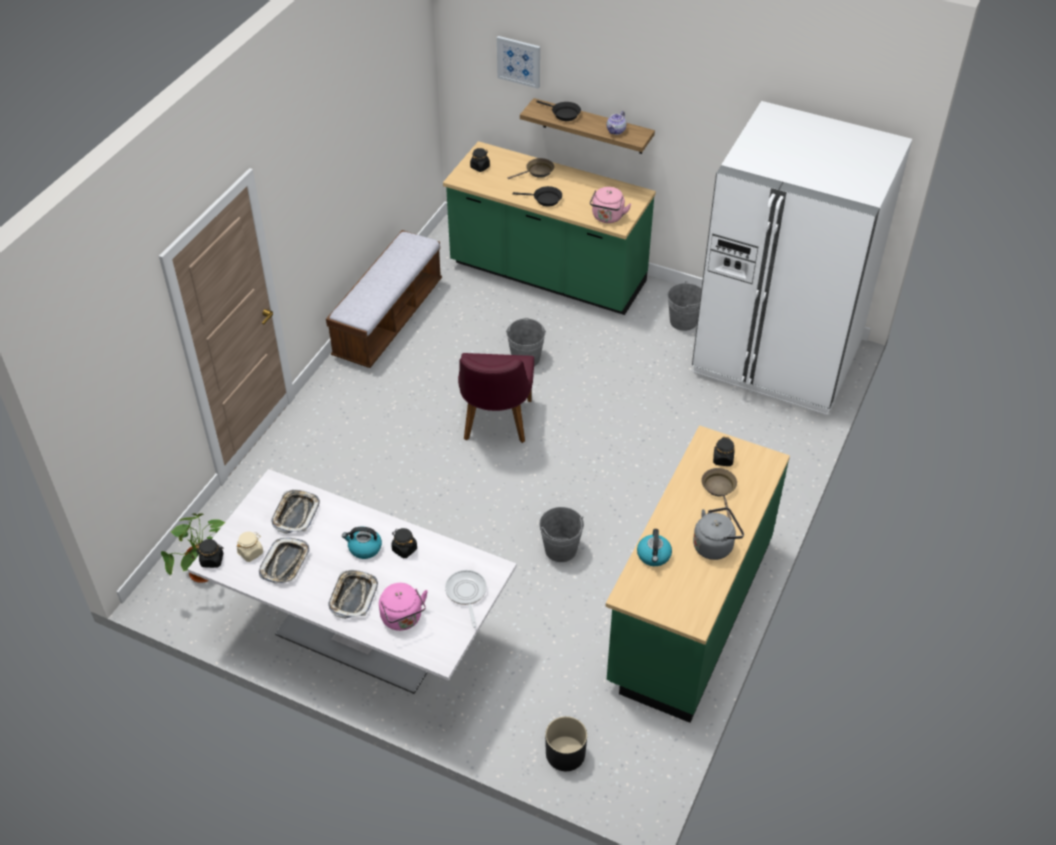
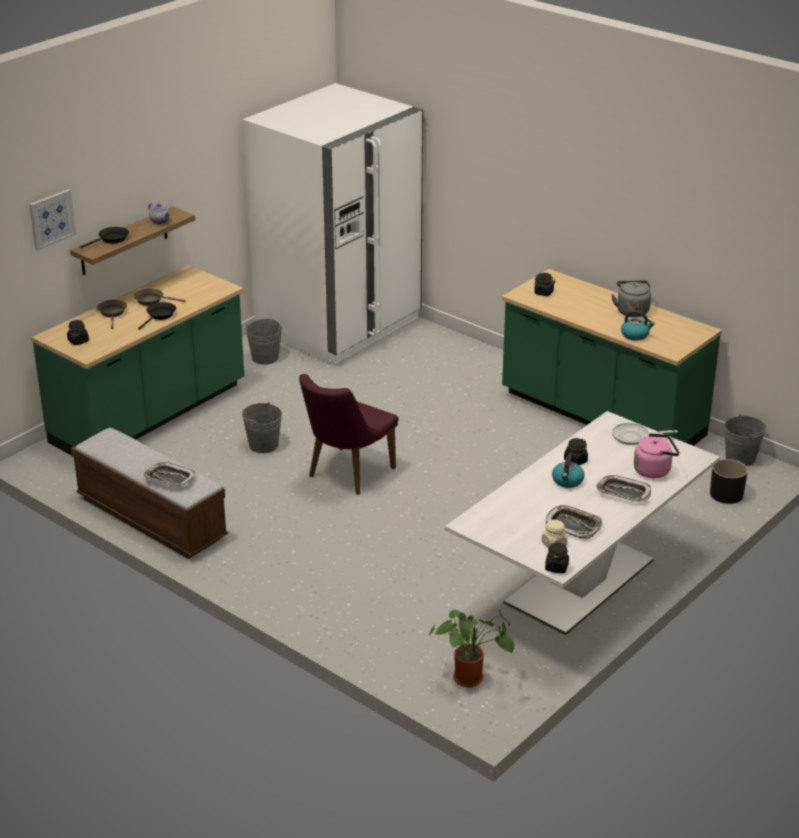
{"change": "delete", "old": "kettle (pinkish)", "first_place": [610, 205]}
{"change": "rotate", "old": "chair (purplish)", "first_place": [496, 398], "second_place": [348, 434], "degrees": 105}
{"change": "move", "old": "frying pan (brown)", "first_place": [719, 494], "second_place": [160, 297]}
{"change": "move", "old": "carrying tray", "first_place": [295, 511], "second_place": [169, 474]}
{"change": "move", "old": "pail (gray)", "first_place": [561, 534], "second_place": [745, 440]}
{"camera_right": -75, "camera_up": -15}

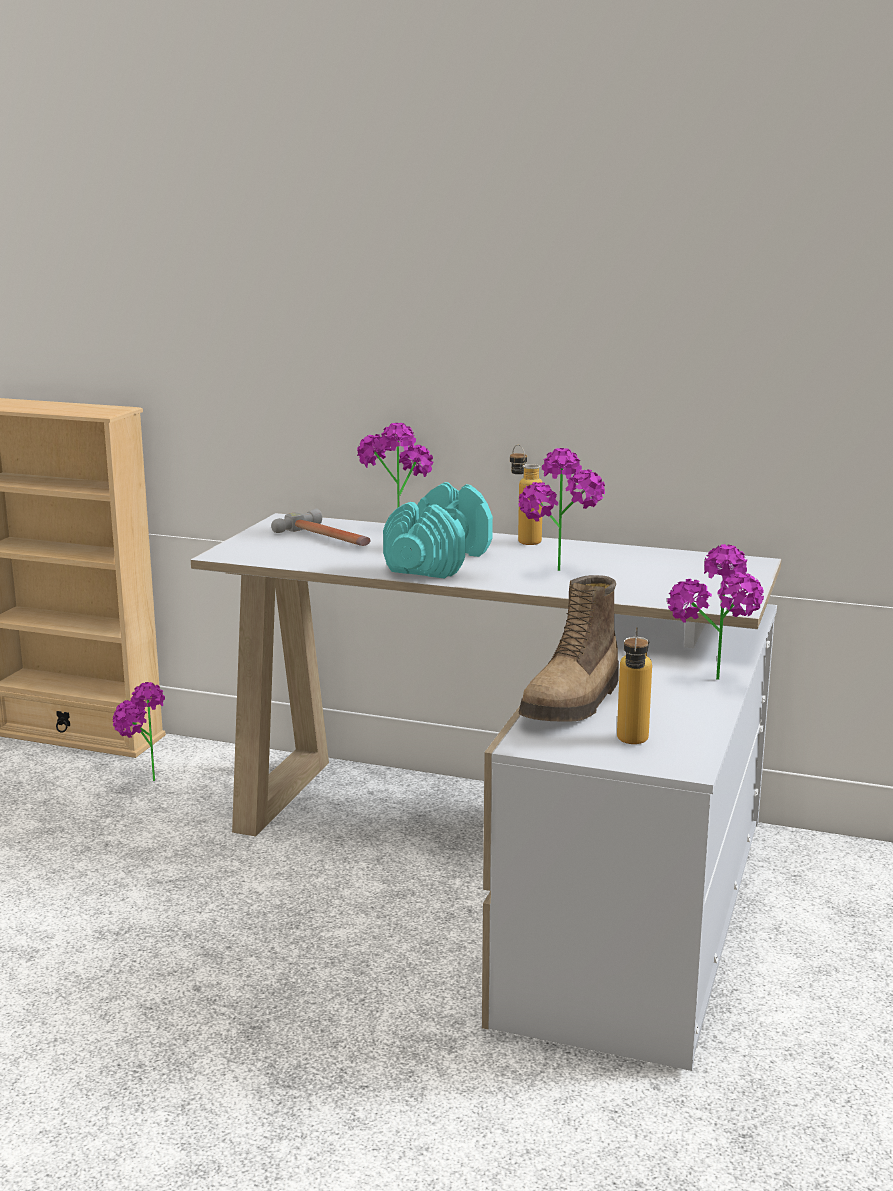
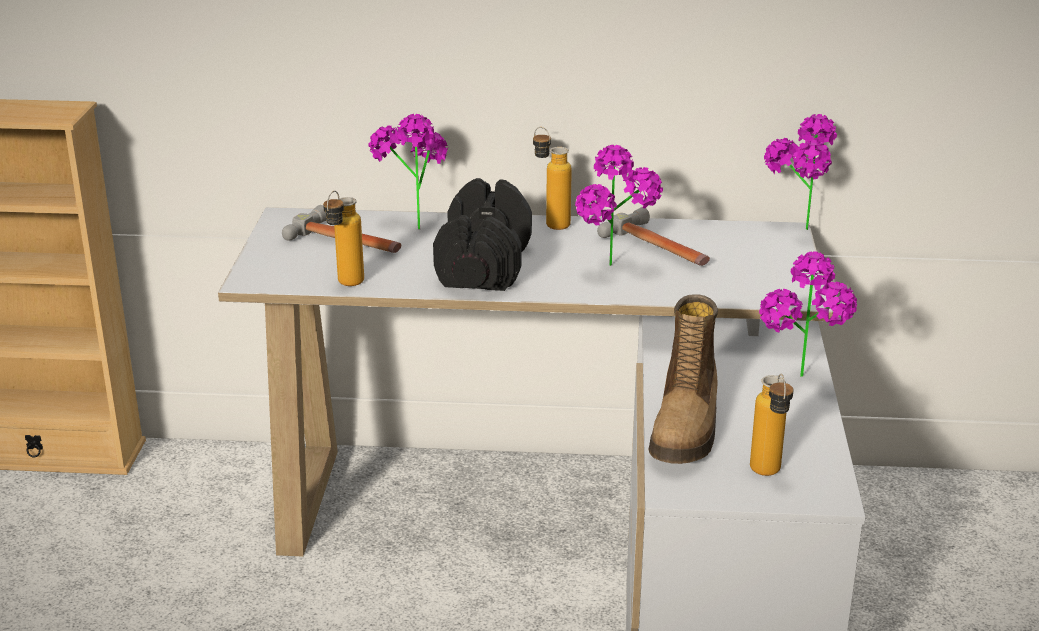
{"change": "recolor", "old": "free weight (turquoise-coloured)", "new": "free weight (black-coloured)", "first_place": [438, 530], "second_place": [482, 234]}
{"change": "move", "old": "houseplant", "first_place": [138, 731], "second_place": [800, 172]}
{"change": "insert", "new": "bottle", "second_place": [343, 238]}
{"change": "insert", "new": "hammer", "second_place": [653, 236]}
{"camera_right": -15, "camera_up": 10}

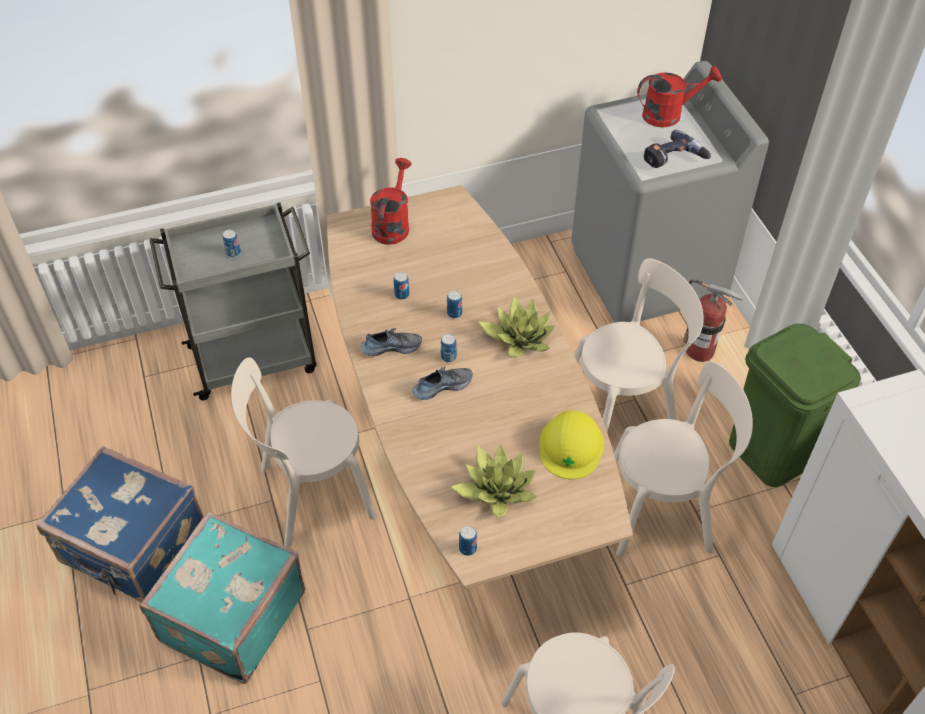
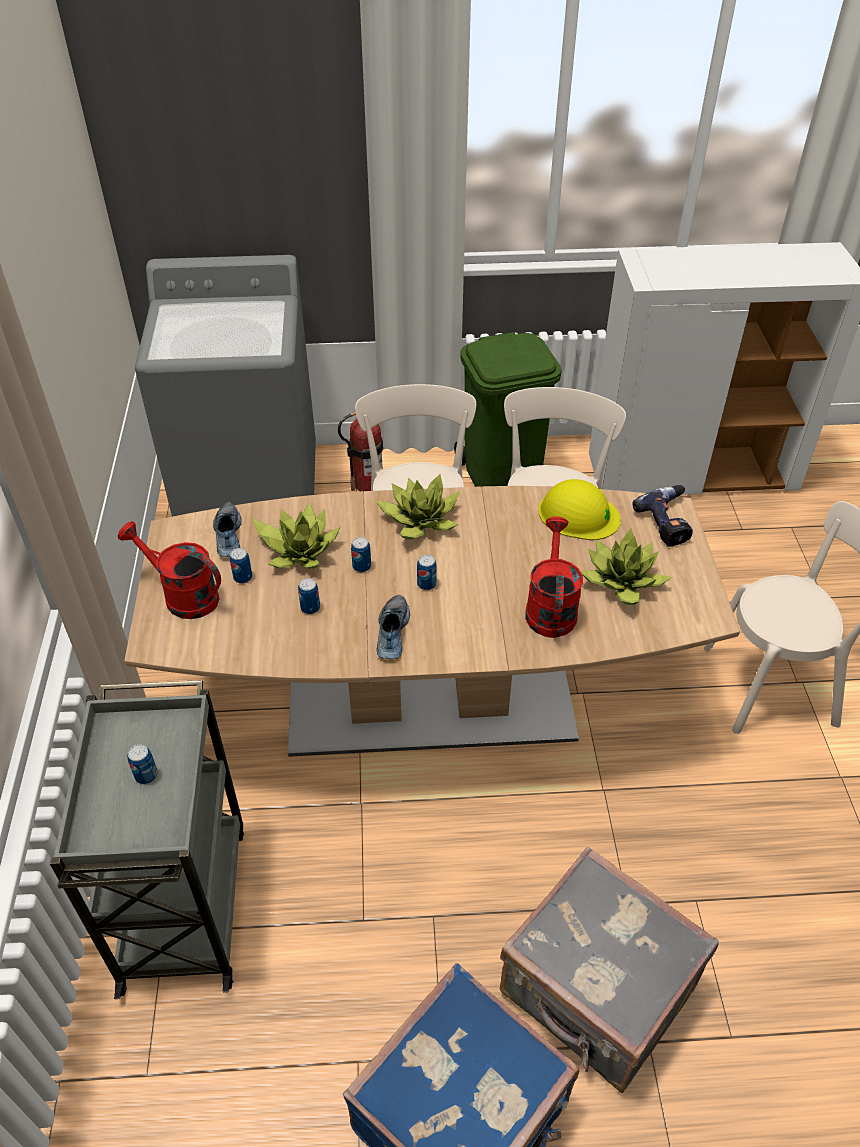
{"change": "move", "old": "watering pot (reddish)", "first_place": [679, 96], "second_place": [554, 577]}
{"change": "move", "old": "drill", "first_place": [677, 149], "second_place": [662, 516]}
{"change": "delete", "old": "chair (sand-coloured)", "first_place": [304, 452]}
{"change": "move", "old": "item of footwear", "first_place": [442, 383], "second_place": [227, 529]}
{"change": "recolor", "old": "piece of luggage (turquoise-coloured)", "new": "piece of luggage (gray)", "first_place": [222, 598], "second_place": [609, 969]}
{"change": "move", "old": "sealed can", "first_place": [468, 541], "second_place": [241, 566]}
{"change": "insert", "new": "houseplant", "second_place": [296, 535]}
{"camera_right": -75, "camera_up": -5}

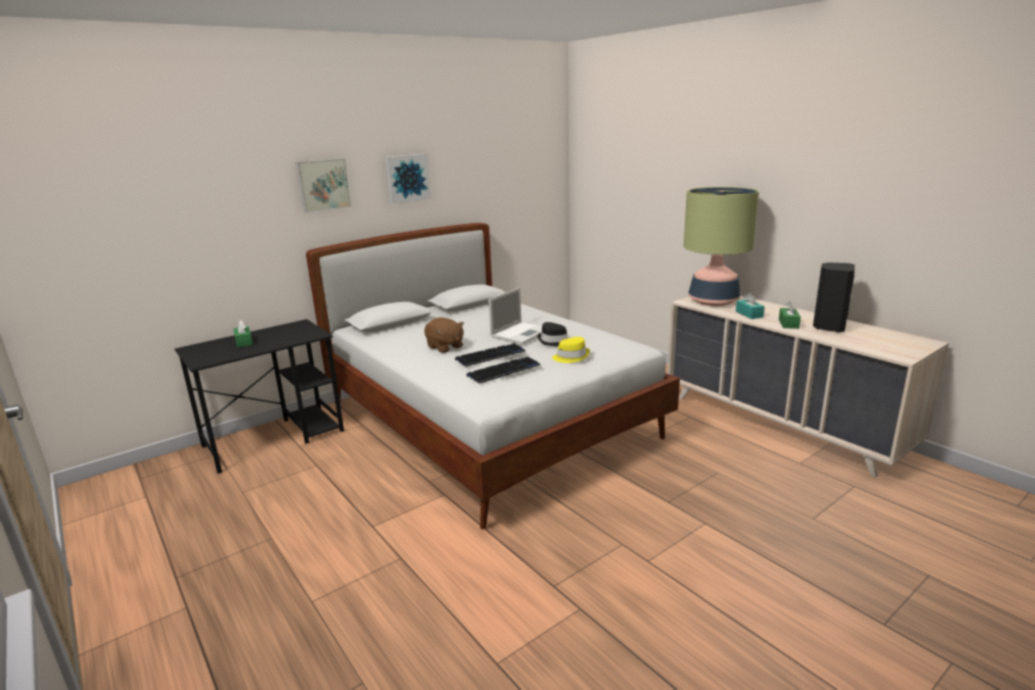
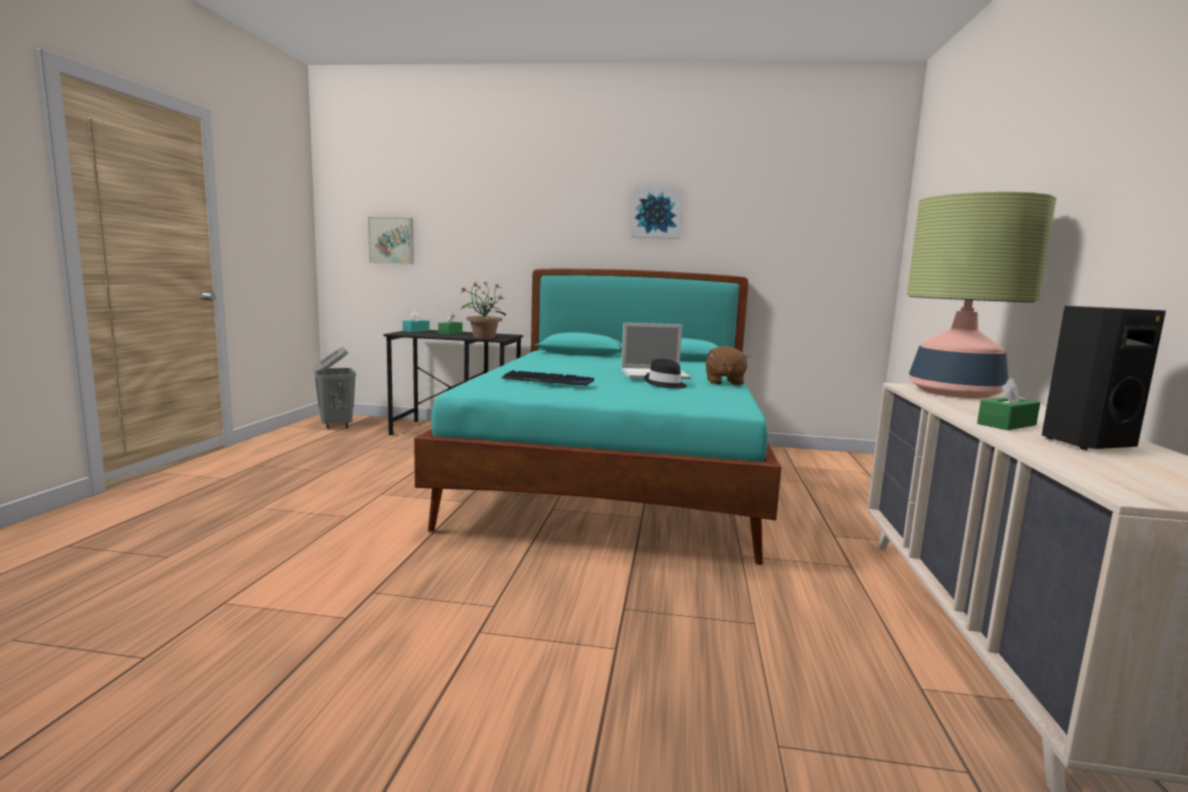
{"change": "move", "old": "wall art", "first_place": [323, 185], "second_place": [391, 240]}
{"change": "recolor", "old": "sleeping bed (whitish)", "new": "sleeping bed (turquoise-coloured)", "first_place": [493, 376], "second_place": [597, 417]}
{"change": "move", "old": "tissue holder (turquoise-coloured)", "first_place": [750, 306], "second_place": [416, 321]}
{"change": "move", "old": "plush toy (brown)", "first_place": [444, 335], "second_place": [728, 366]}
{"change": "delete", "old": "wearable hat (yellow-coloured)", "first_place": [571, 350]}
{"change": "delete", "old": "computer keyboard", "first_place": [490, 355]}
{"change": "insert", "new": "houseplant", "second_place": [483, 310]}
{"change": "insert", "new": "hamper (gray)", "second_place": [335, 388]}
{"camera_right": 45, "camera_up": -10}

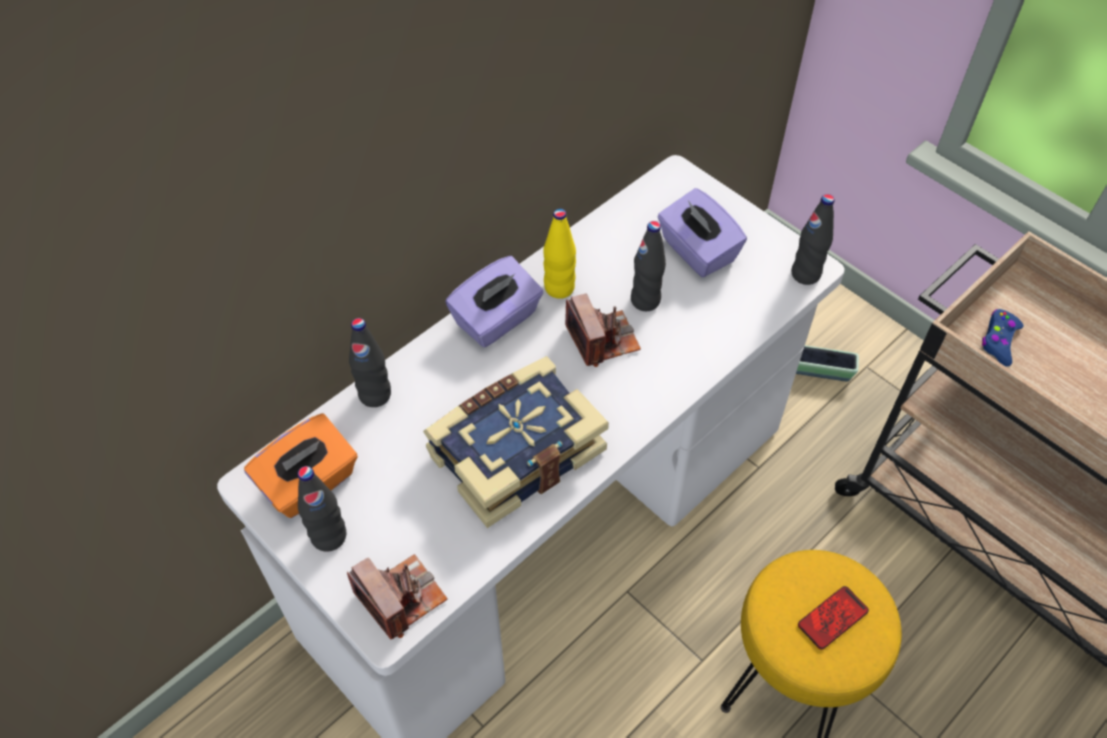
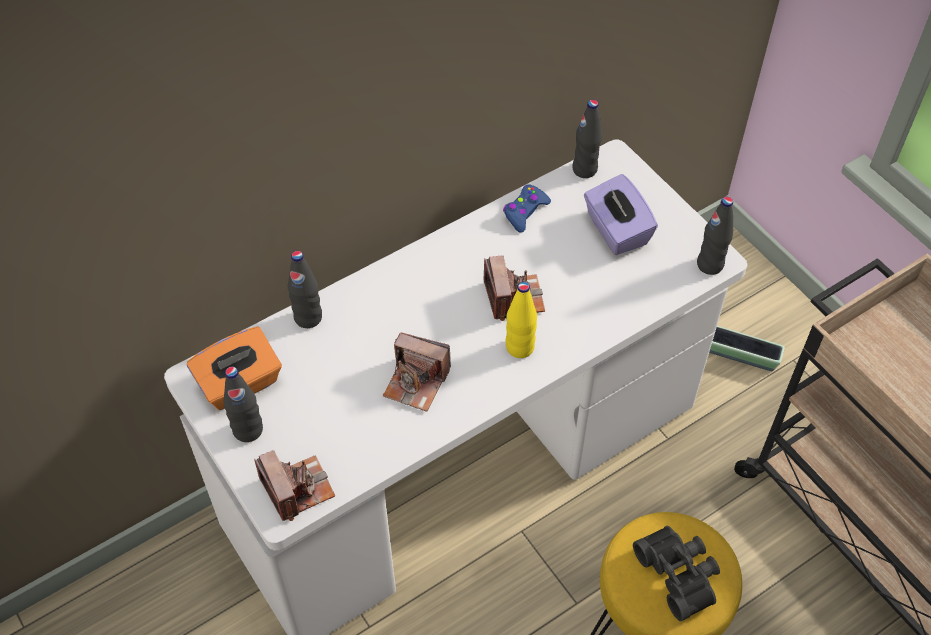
{"change": "move", "old": "bottle (yellow-coloured)", "first_place": [559, 254], "second_place": [521, 320]}
{"change": "move", "old": "bottle (black-coloured)", "first_place": [648, 266], "second_place": [587, 139]}
{"change": "delete", "old": "tissue holder (purplish)", "first_place": [494, 301]}
{"change": "move", "old": "gamepad (blue-coloured)", "first_place": [1002, 338], "second_place": [527, 208]}
{"change": "replace", "old": "book", "new": "photo camera", "first_place": [516, 442], "second_place": [417, 372]}
{"change": "replace", "old": "handset", "new": "field glasses (black-coloured)", "first_place": [833, 618], "second_place": [676, 573]}
{"camera_right": 10, "camera_up": 0}

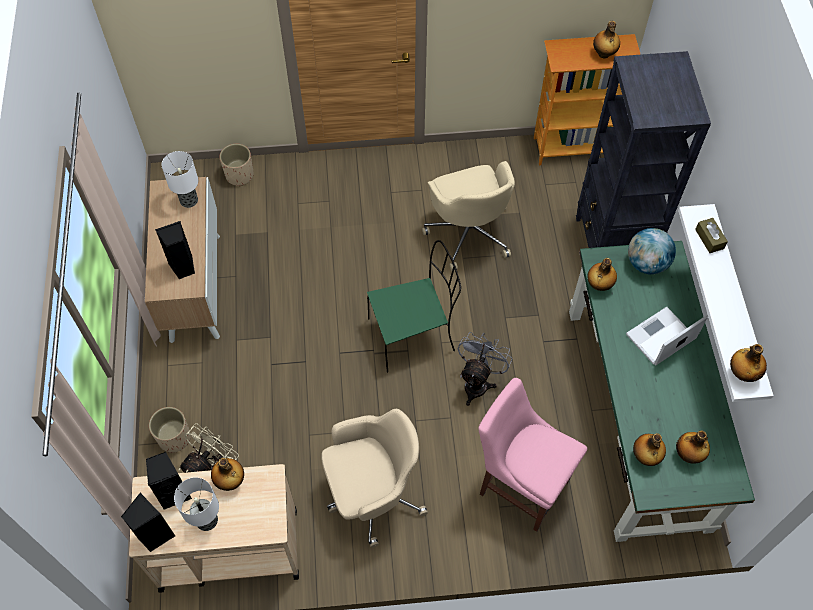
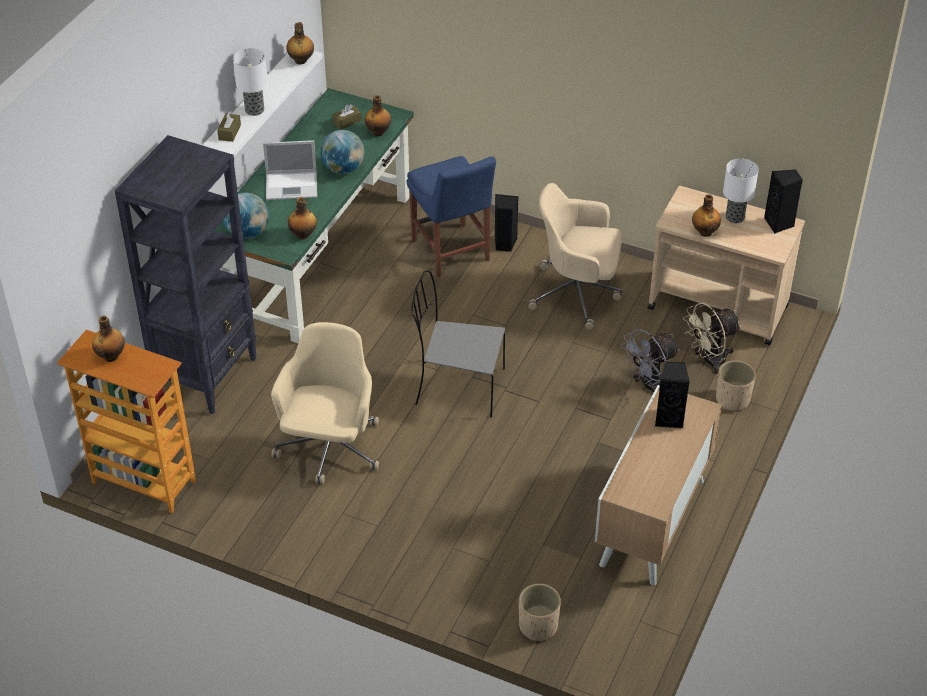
{"change": "move", "old": "lamp for a table", "first_place": [180, 179], "second_place": [250, 82]}
{"change": "recolor", "old": "chair (green-coloured)", "new": "chair (gray)", "first_place": [414, 306], "second_place": [458, 343]}
{"change": "move", "old": "electric fan (gray)", "first_place": [485, 369], "second_place": [650, 360]}
{"change": "recolor", "old": "chair (pinkish)", "new": "chair (blue-coloured)", "first_place": [532, 455], "second_place": [451, 216]}
{"change": "replace", "old": "bottle", "new": "tissue holder (brown)", "first_place": [693, 447], "second_place": [347, 117]}
{"change": "move", "old": "audio speaker (black-coloured)", "first_place": [169, 481], "second_place": [507, 223]}
{"change": "insert", "new": "world globe", "second_place": [342, 152]}
{"camera_right": -150, "camera_up": -15}

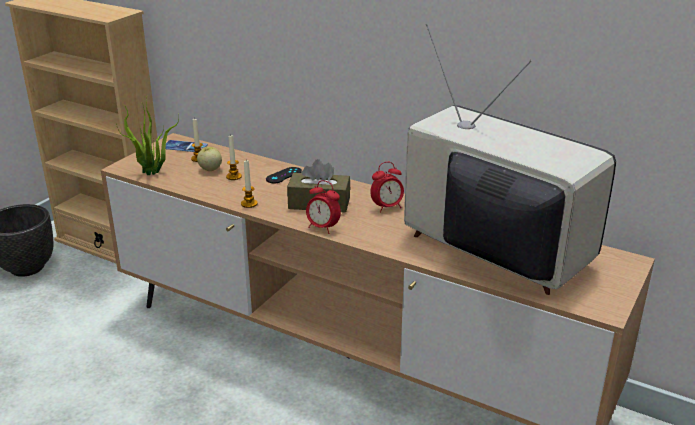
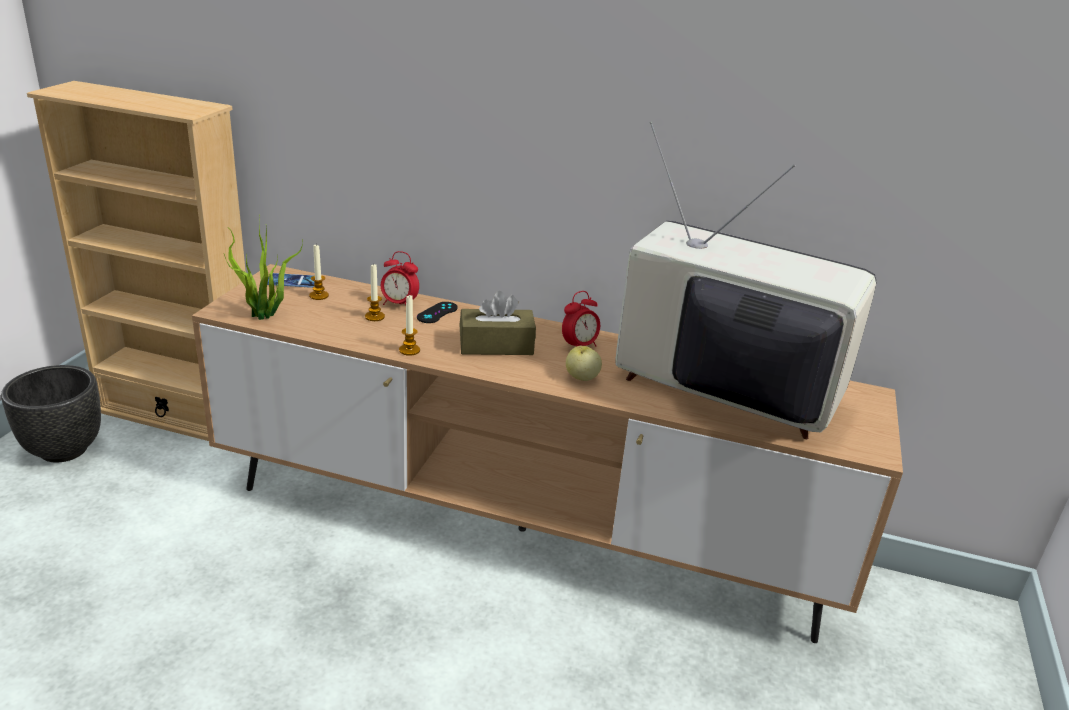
{"change": "move", "old": "whole apple", "first_place": [209, 159], "second_place": [584, 363]}
{"change": "move", "old": "alarm clock", "first_place": [323, 207], "second_place": [400, 278]}
{"camera_right": -15, "camera_up": 0}

